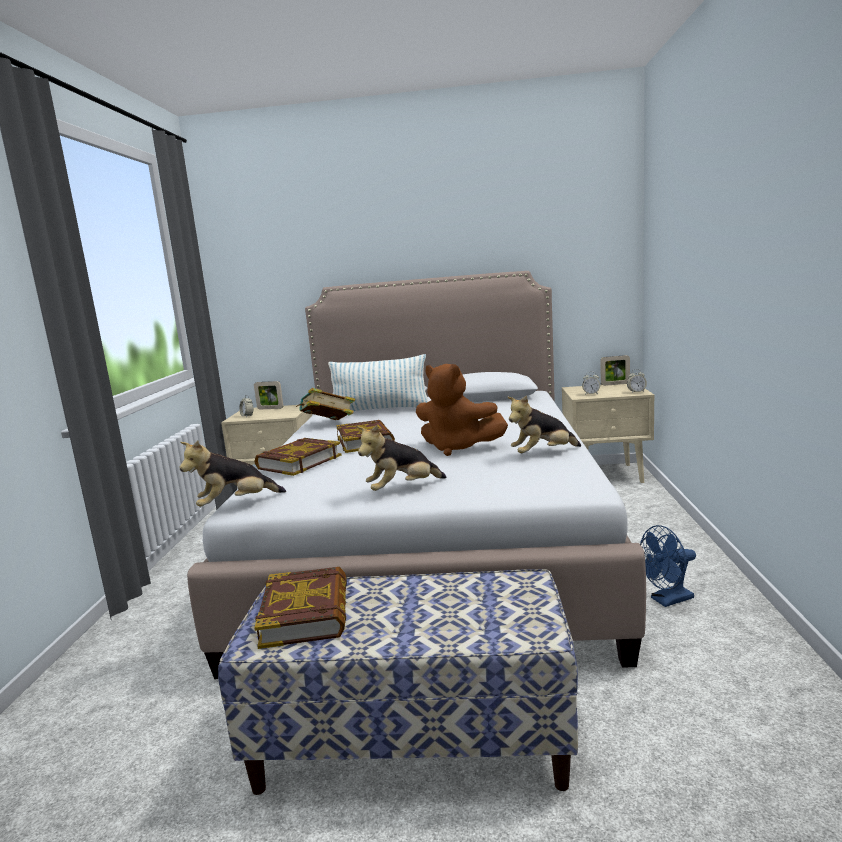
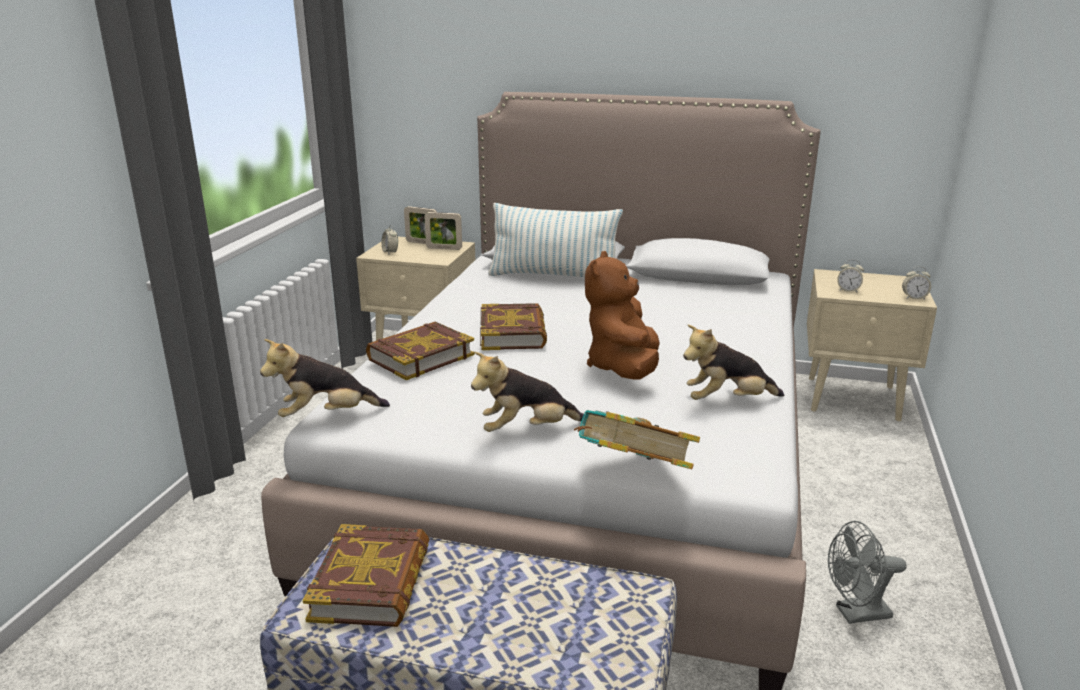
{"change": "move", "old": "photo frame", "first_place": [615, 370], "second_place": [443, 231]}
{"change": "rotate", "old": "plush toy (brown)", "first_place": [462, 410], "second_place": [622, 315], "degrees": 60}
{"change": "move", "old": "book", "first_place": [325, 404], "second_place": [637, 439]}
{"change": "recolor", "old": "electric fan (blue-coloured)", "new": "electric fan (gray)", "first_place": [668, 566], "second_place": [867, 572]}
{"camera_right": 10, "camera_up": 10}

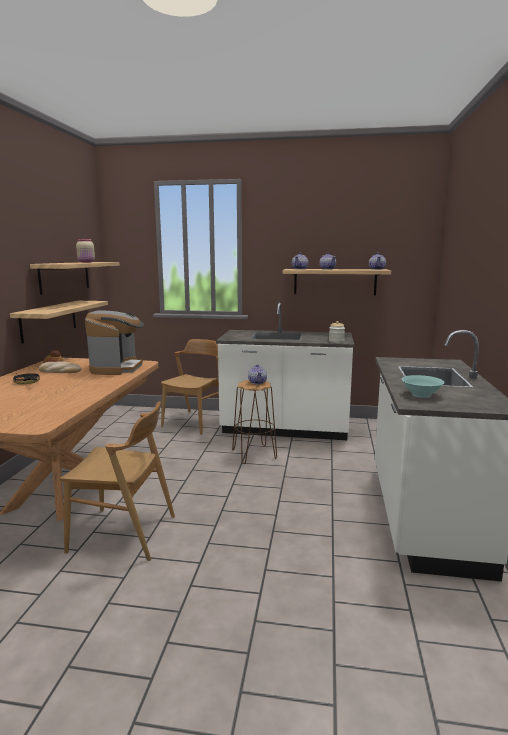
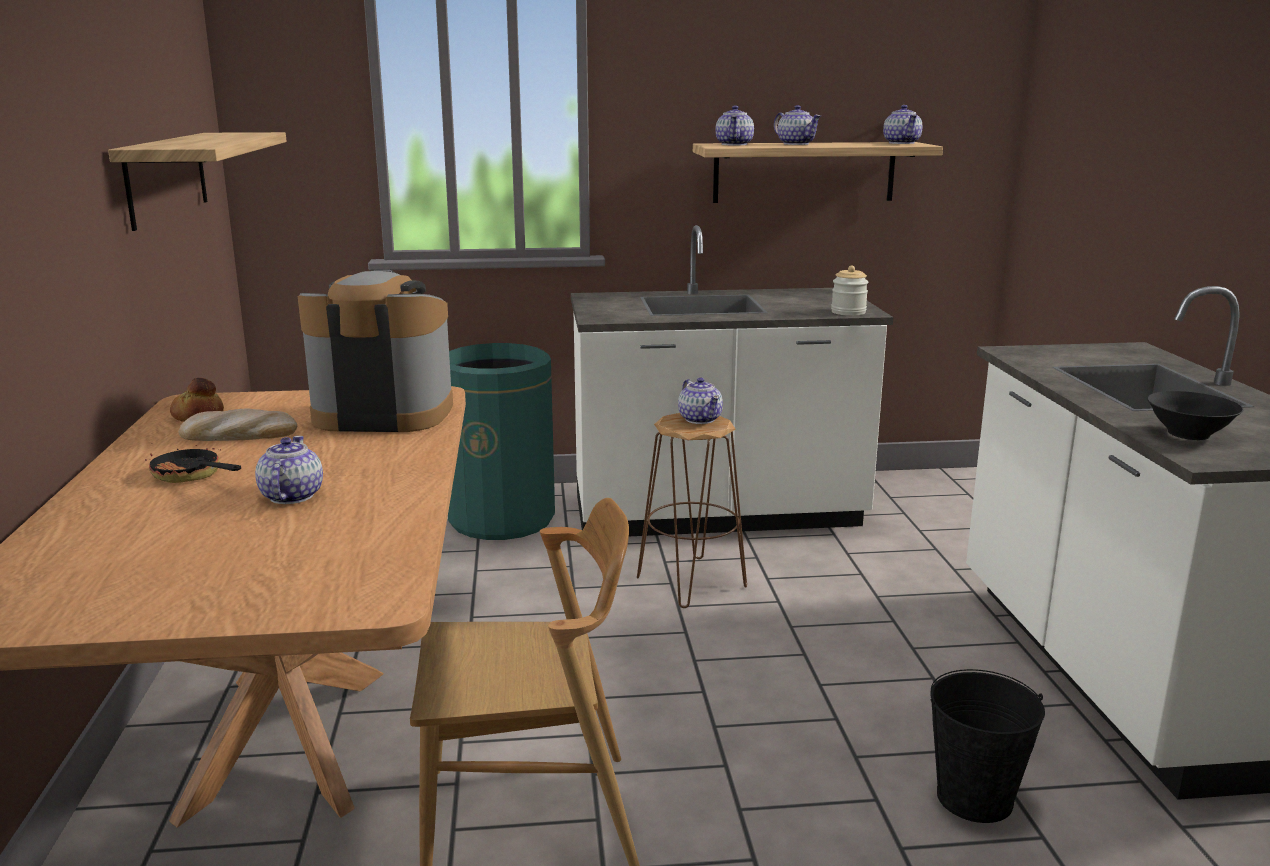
{"change": "delete", "old": "preserve jar (sand-coloured)", "first_place": [85, 250]}
{"change": "delete", "old": "bracket shelf", "first_place": [59, 322]}
{"change": "rotate", "old": "coffee brewer", "first_place": [114, 342], "second_place": [375, 350], "degrees": -75}
{"change": "replace", "old": "chair (brown)", "new": "rubbish bin (green-coloured)", "first_place": [190, 387], "second_place": [501, 441]}
{"change": "recolor", "old": "bowl (turquoise-coloured)", "new": "bowl (black-coloured)", "first_place": [423, 386], "second_place": [1195, 415]}
{"change": "insert", "new": "teapot", "second_place": [289, 470]}
{"change": "insert", "new": "pail (black-coloured)", "second_place": [987, 746]}
{"camera_right": -15, "camera_up": 5}

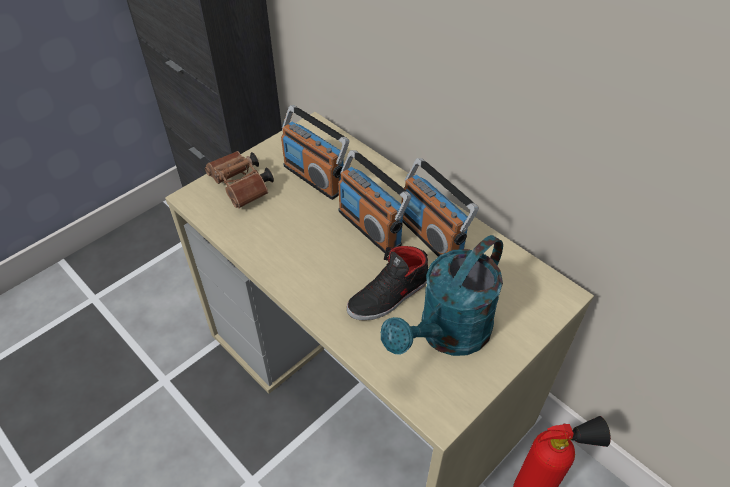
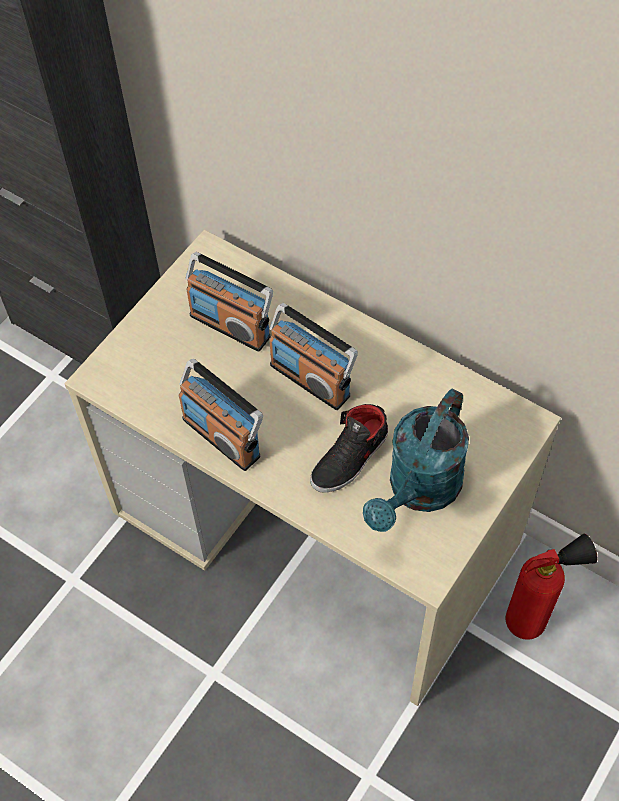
{"change": "delete", "old": "field glasses (brown)", "first_place": [239, 180]}
{"change": "move", "old": "radio set", "first_place": [440, 207], "second_place": [221, 415]}
{"camera_right": -10, "camera_up": 10}

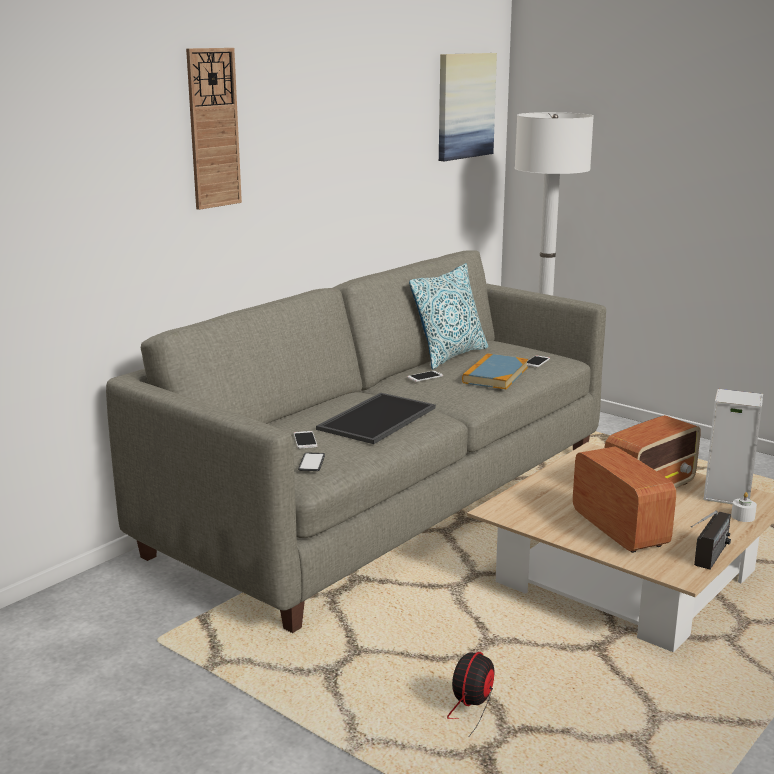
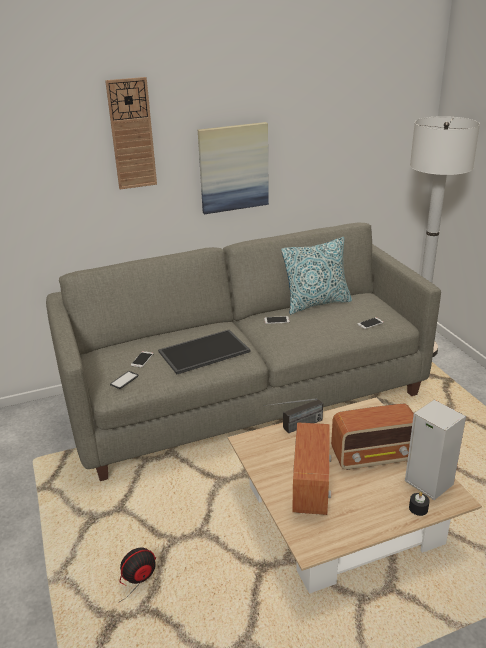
{"change": "move", "old": "wall art", "first_place": [468, 107], "second_place": [233, 168]}
{"change": "delete", "old": "book", "first_place": [495, 371]}
{"change": "recolor", "old": "candle (whitish)", "new": "candle (black-coloured)", "first_place": [744, 507], "second_place": [419, 504]}
{"change": "move", "old": "radio set", "first_place": [711, 540], "second_place": [293, 415]}
{"camera_right": 30, "camera_up": 10}

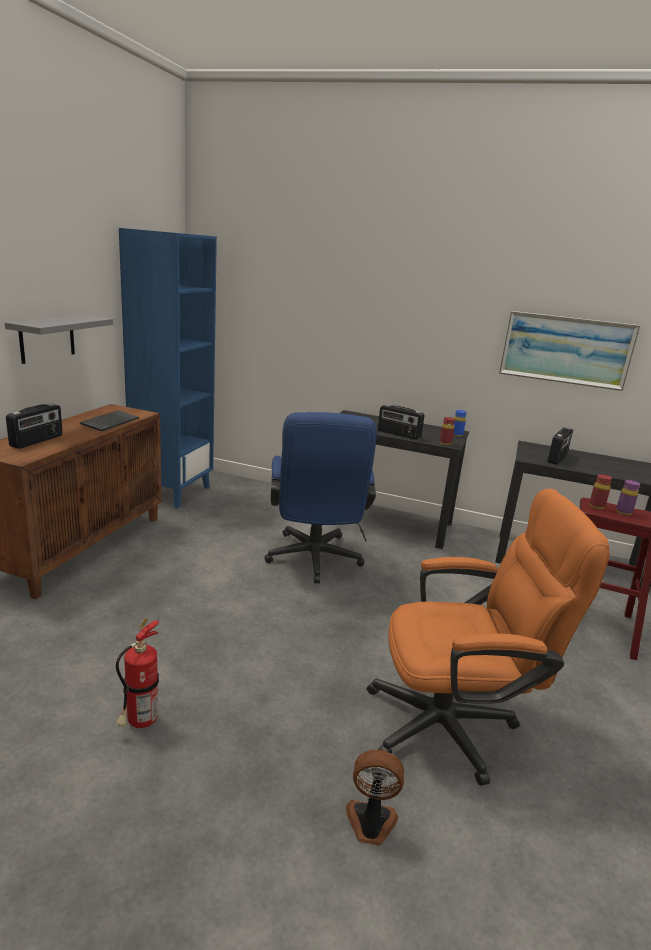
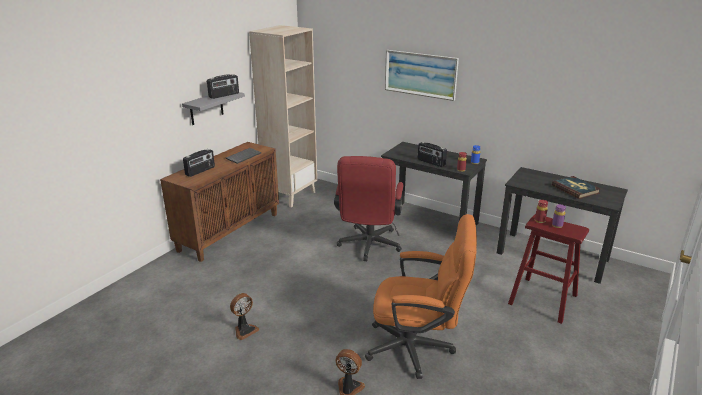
{"change": "recolor", "old": "bookcase (blue-coloured)", "new": "bookcase (sand-coloured)", "first_place": [168, 368], "second_place": [283, 116]}
{"change": "move", "old": "wall art", "first_place": [569, 351], "second_place": [422, 75]}
{"change": "recolor", "old": "desk chair (blue-coloured)", "new": "desk chair (reddish)", "first_place": [320, 497], "second_place": [368, 208]}
{"change": "move", "old": "radio set", "first_place": [560, 446], "second_place": [223, 86]}
{"change": "replace", "old": "fire extinguisher", "new": "electric fan", "first_place": [137, 673], "second_place": [244, 316]}
{"change": "insert", "new": "book", "second_place": [576, 187]}
{"camera_right": 15, "camera_up": 5}

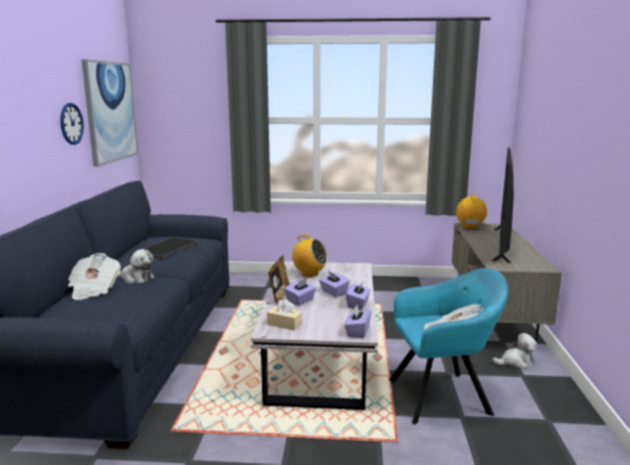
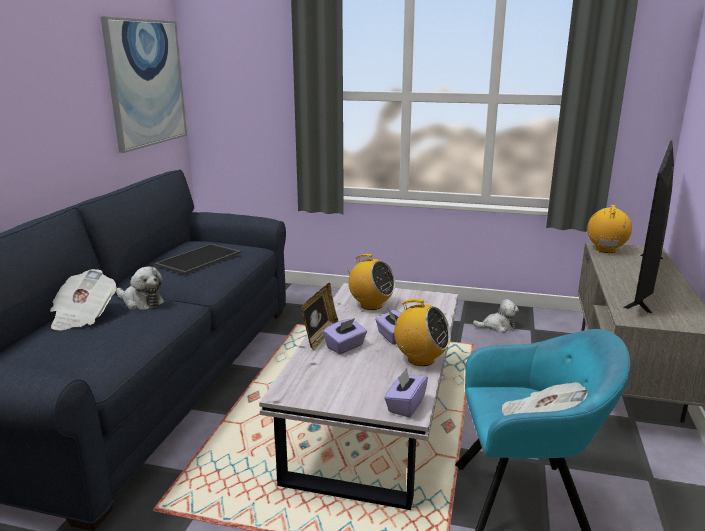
{"change": "delete", "old": "clock on the wall", "first_place": [72, 124]}
{"change": "replace", "old": "tissue holder (purplish)", "new": "radio set", "first_place": [358, 295], "second_place": [420, 332]}
{"change": "delete", "old": "tissue holder (sand-coloured)", "first_place": [284, 315]}
{"change": "move", "old": "plush toy", "first_place": [514, 351], "second_place": [496, 316]}
{"camera_right": 10, "camera_up": 5}

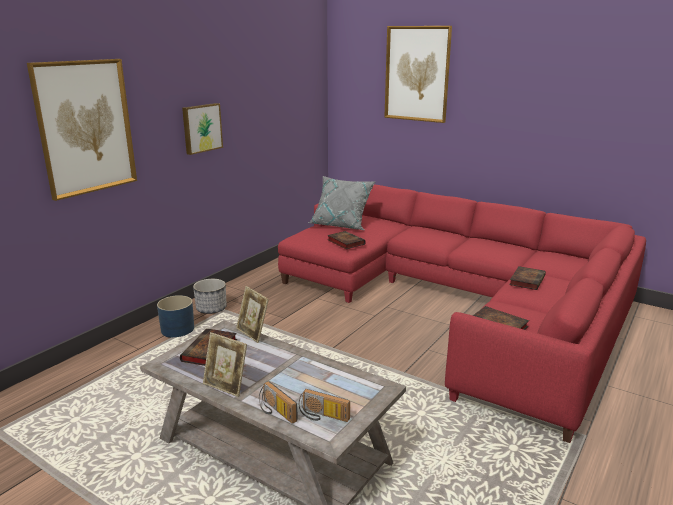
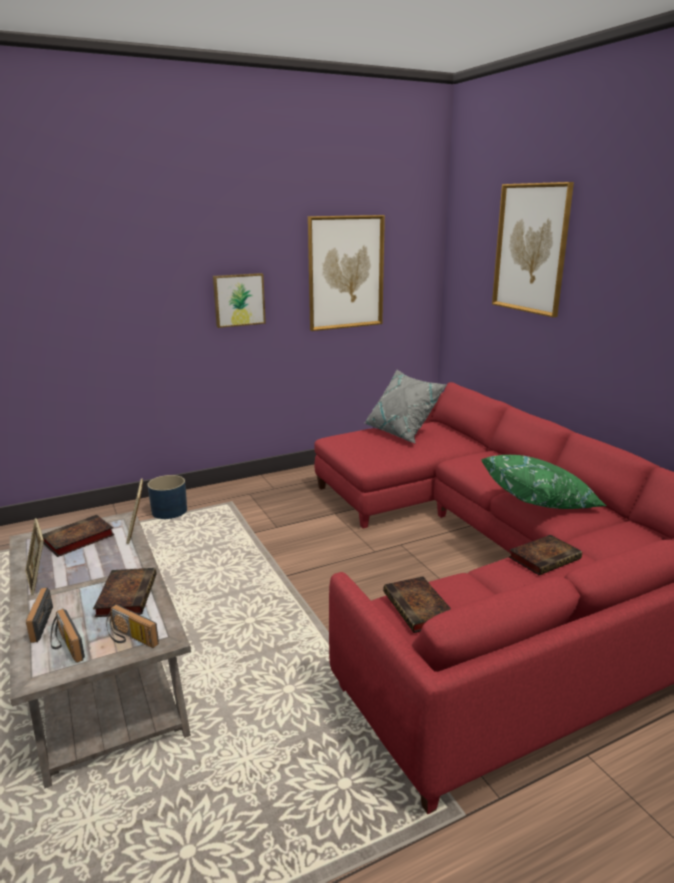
{"change": "move", "old": "wall art", "first_place": [82, 130], "second_place": [346, 273]}
{"change": "move", "old": "book", "first_place": [346, 240], "second_place": [125, 592]}
{"change": "delete", "old": "planter", "first_place": [210, 296]}
{"change": "insert", "new": "throw pillow (green-coloured)", "second_place": [543, 482]}
{"change": "insert", "new": "radio set", "second_place": [132, 626]}
{"camera_right": 30, "camera_up": 0}

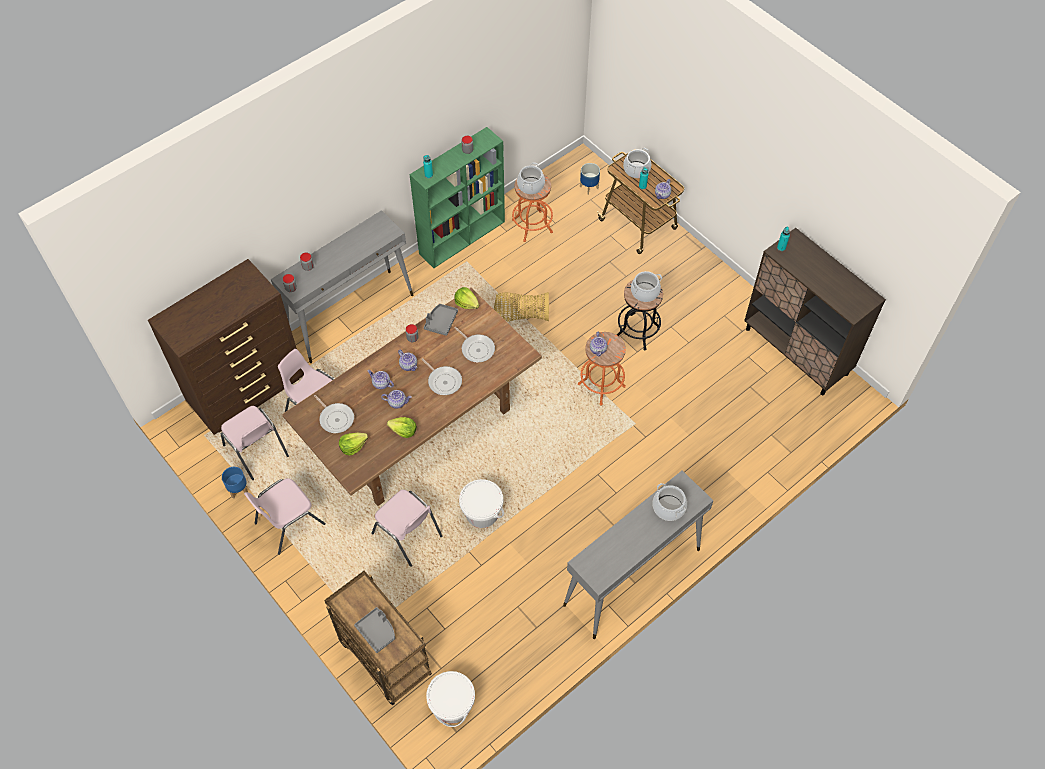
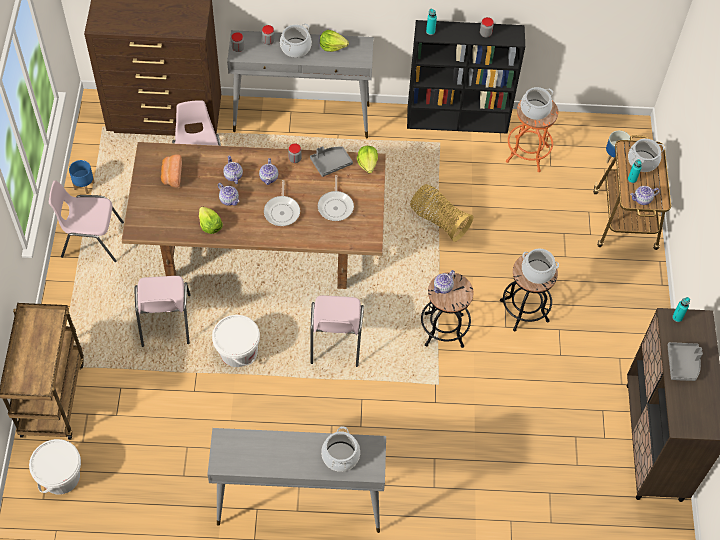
{"change": "recolor", "old": "bookcase (green-coloured)", "new": "bookcase (black-coloured)", "first_place": [457, 197], "second_place": [466, 77]}
{"change": "recolor", "old": "stool (orange-coloured)", "new": "stool (black-coloured)", "first_place": [602, 368], "second_place": [447, 310]}
{"change": "replace", "old": "frying pan", "new": "bread", "first_place": [334, 414], "second_place": [171, 171]}
{"change": "move", "old": "chair (pinkish)", "first_place": [255, 443], "second_place": [337, 331]}
{"change": "move", "old": "lettuce head", "first_place": [353, 444], "second_place": [334, 41]}
{"change": "move", "old": "carrying tray (gray)", "first_place": [374, 630], "second_place": [685, 361]}
{"change": "insert", "new": "cooking pot", "second_place": [296, 41]}
{"camera_right": 40, "camera_up": 0}

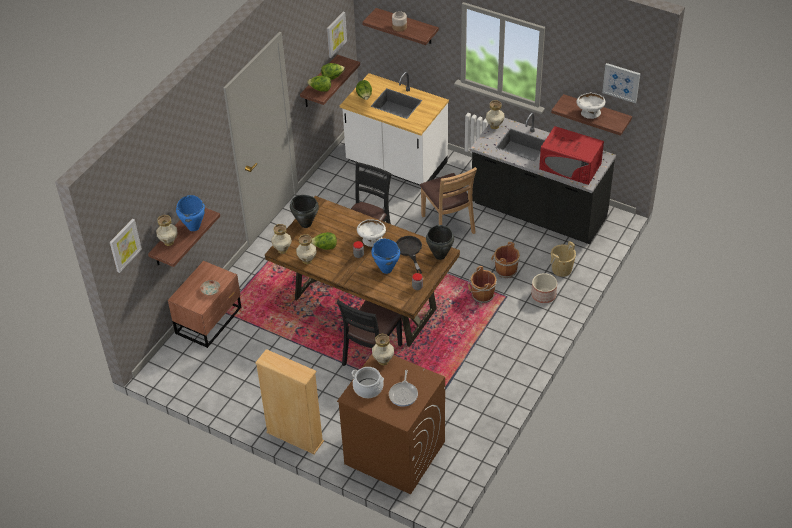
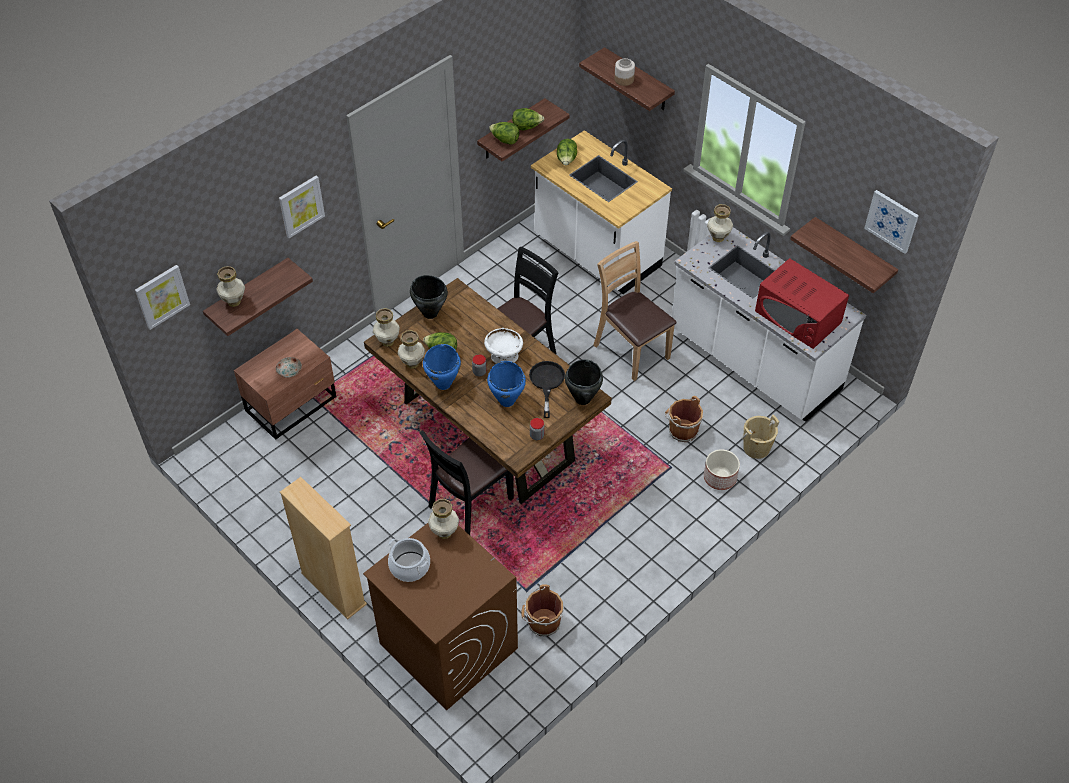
{"change": "move", "old": "wall art", "first_place": [337, 35], "second_place": [302, 207]}
{"change": "delete", "old": "bowl (whitish)", "first_place": [590, 105]}
{"change": "recolor", "old": "kitchen counter (black-coloured)", "new": "kitchen counter (whitish)", "first_place": [543, 178], "second_place": [769, 324]}
{"change": "rotate", "old": "chair (brown)", "first_place": [448, 200], "second_place": [635, 311], "degrees": 150}
{"change": "move", "old": "cooking pot (blue-coloured)", "first_place": [190, 213], "second_place": [442, 367]}
{"change": "move", "old": "pail (brown)", "first_place": [482, 284], "second_place": [542, 610]}
{"change": "delete", "old": "frying pan", "first_place": [403, 388]}
{"camera_right": 15, "camera_up": 5}

